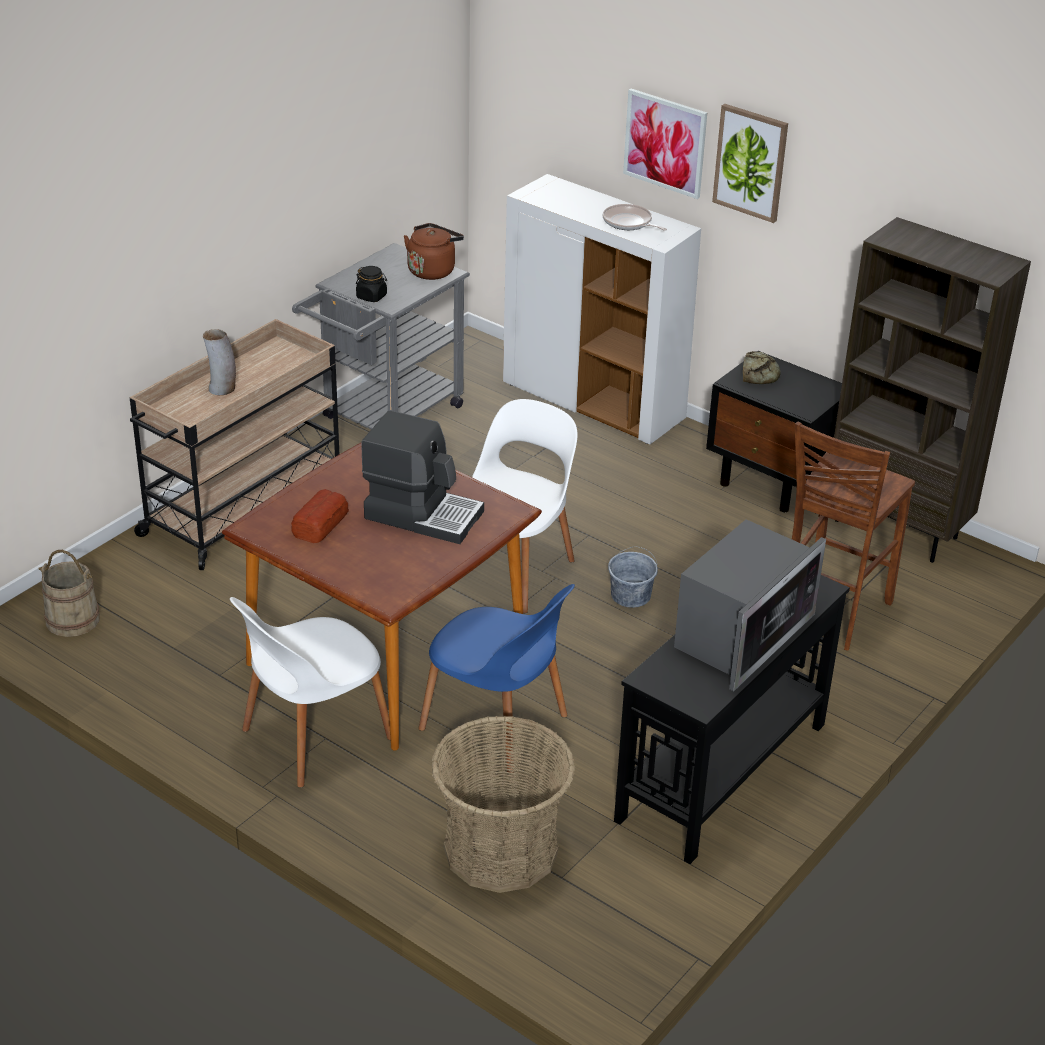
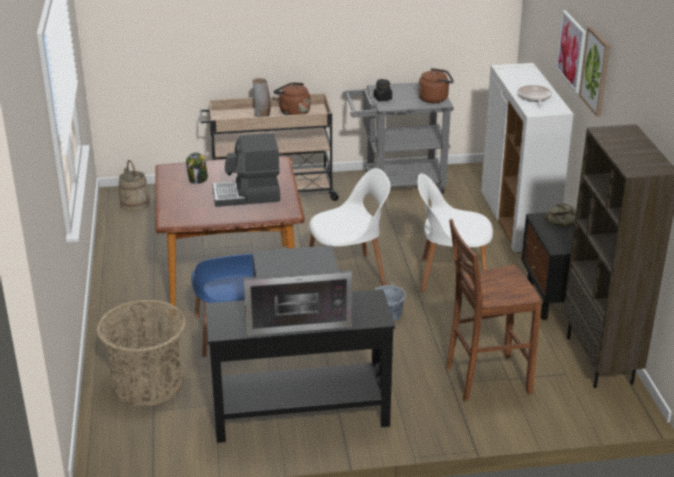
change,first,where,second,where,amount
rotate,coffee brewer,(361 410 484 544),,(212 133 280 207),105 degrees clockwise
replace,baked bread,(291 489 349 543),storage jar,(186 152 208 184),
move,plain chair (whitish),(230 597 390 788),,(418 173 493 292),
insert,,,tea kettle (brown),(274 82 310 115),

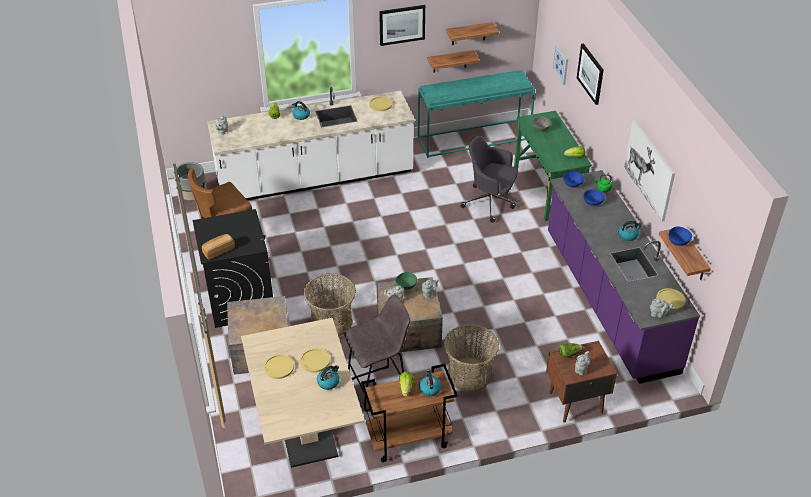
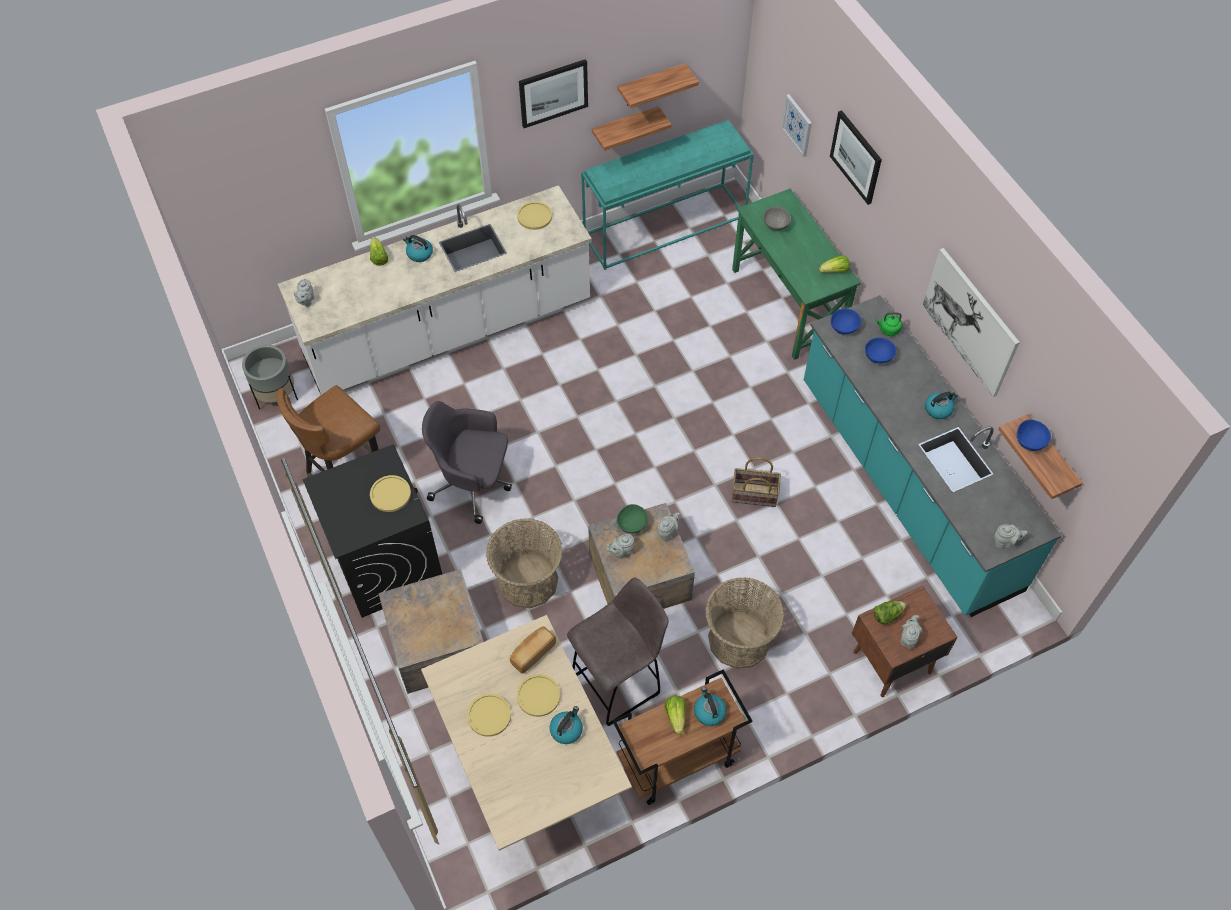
change,first,where,second,where,amount
move,desk chair (greyish),(460 136 518 223),,(422 401 512 524),
recolor,counter (purple),(548 170 700 384),counter (blue-green),(804 295 1062 617),
move,baked bread,(202 234 235 259),,(510 626 556 674),
move,plate (yellow),(656 288 686 311),,(370 475 411 512),
insert,,,household basket,(732 458 781 507),

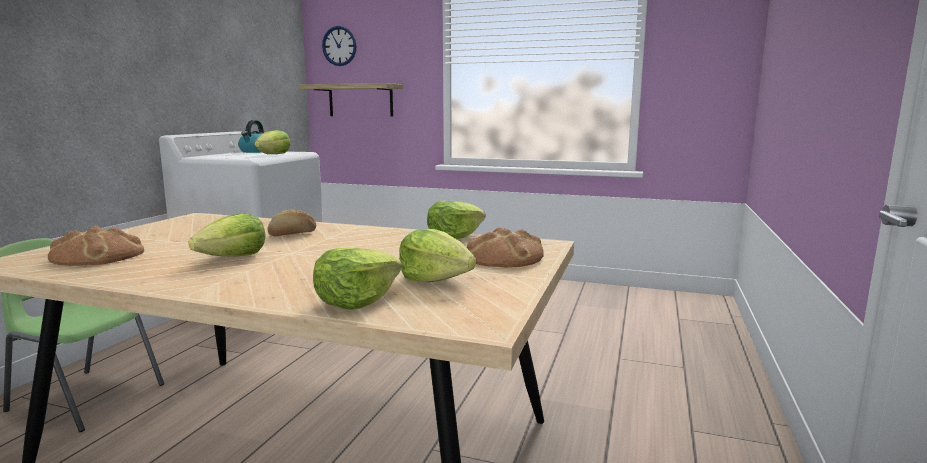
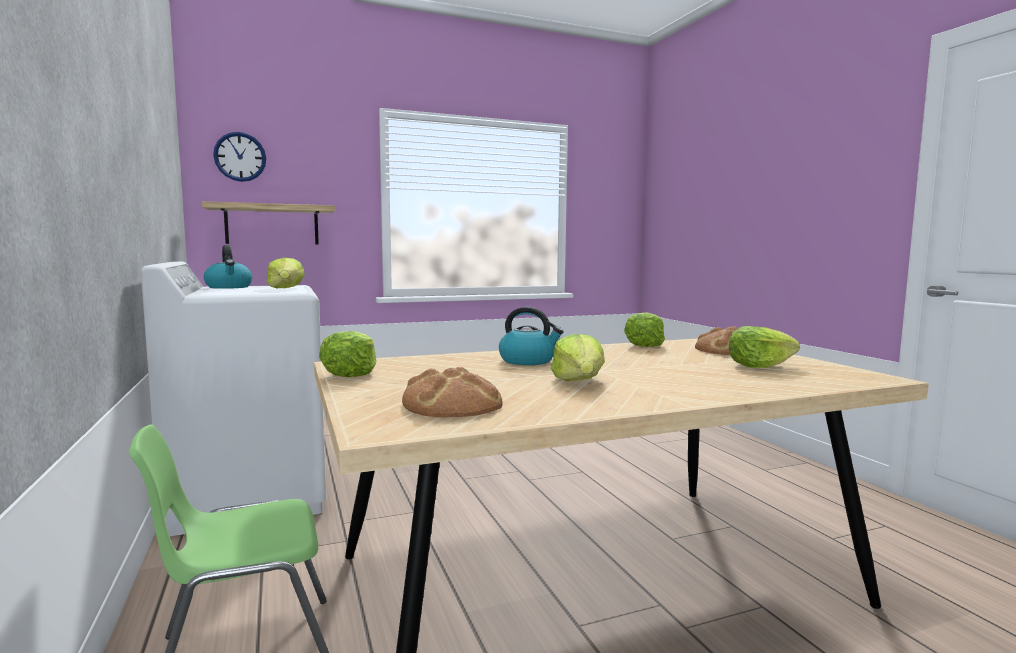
change,first,where,second,where,amount
replace,baked bread,(268 209 316 236),tea kettle,(499 307 564 365),
move,head of lettuce,(313 247 402 310),,(319 331 376 377),

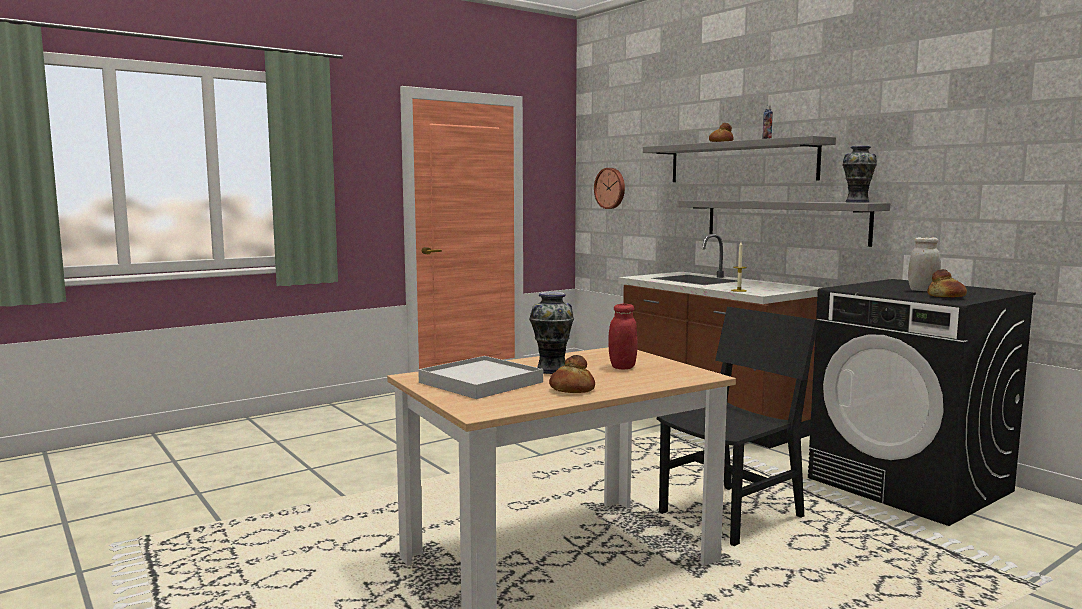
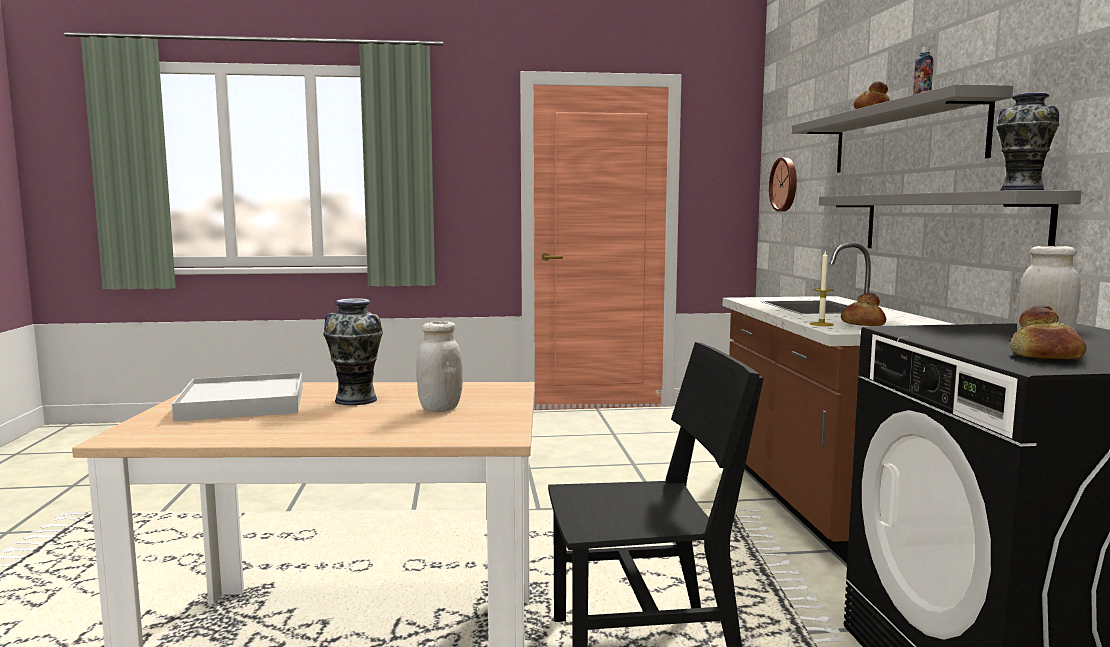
change,first,where,second,where,amount
recolor,storage jar (red-coloured),(609 304 638 369),storage jar (whitish),(416 321 463 412),
move,baked bread,(549 355 595 393),,(841 293 886 326),

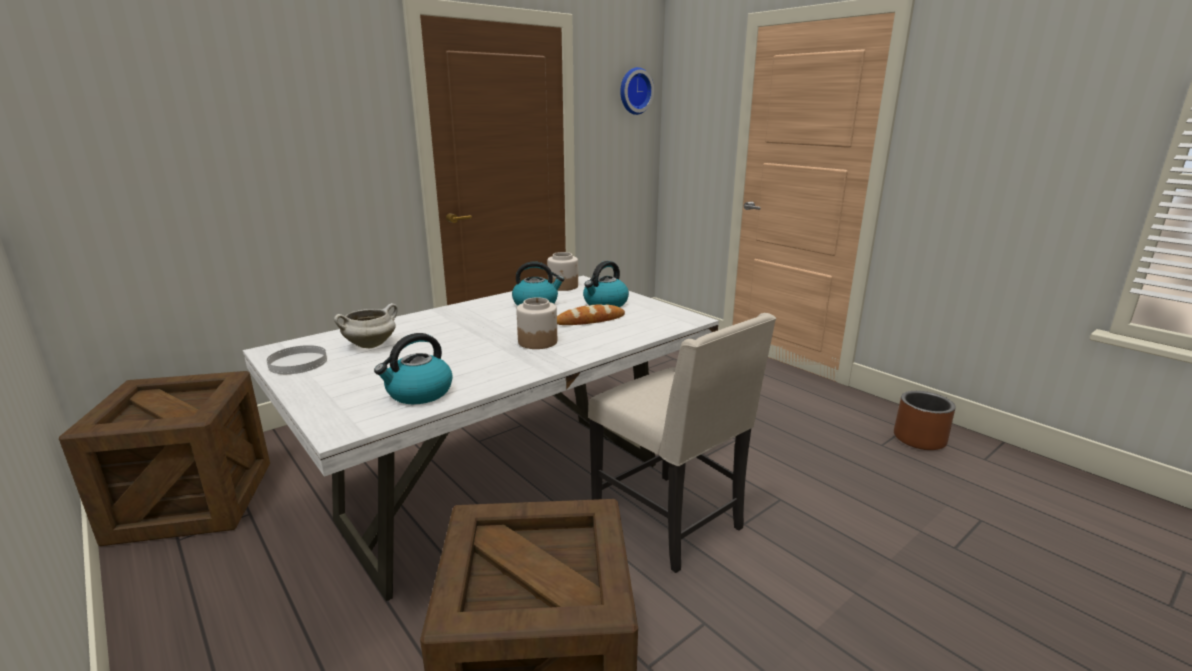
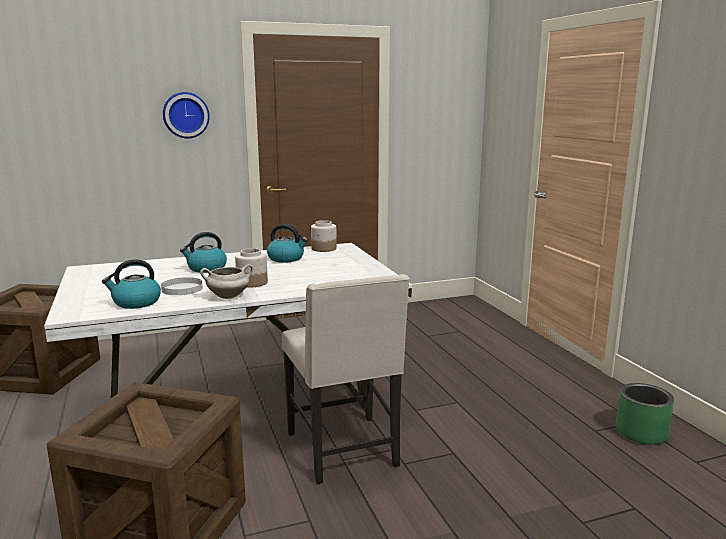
change,first,where,second,where,amount
move,hanging clock,(620 67 654 115),,(163 92 210 138),
move,tea kettle,(583 261 629 307),,(180 232 227 273),
move,cooking pot (whitish),(334 303 398 348),,(200 264 253 299),
delete,baked bread,(557 304 625 325),,,
move,plate (whitish),(267 345 327 374),,(161 277 203 295),
recolor,flower pot (brown),(894 391 956 450),flower pot (green-coloured),(616 383 674 445),

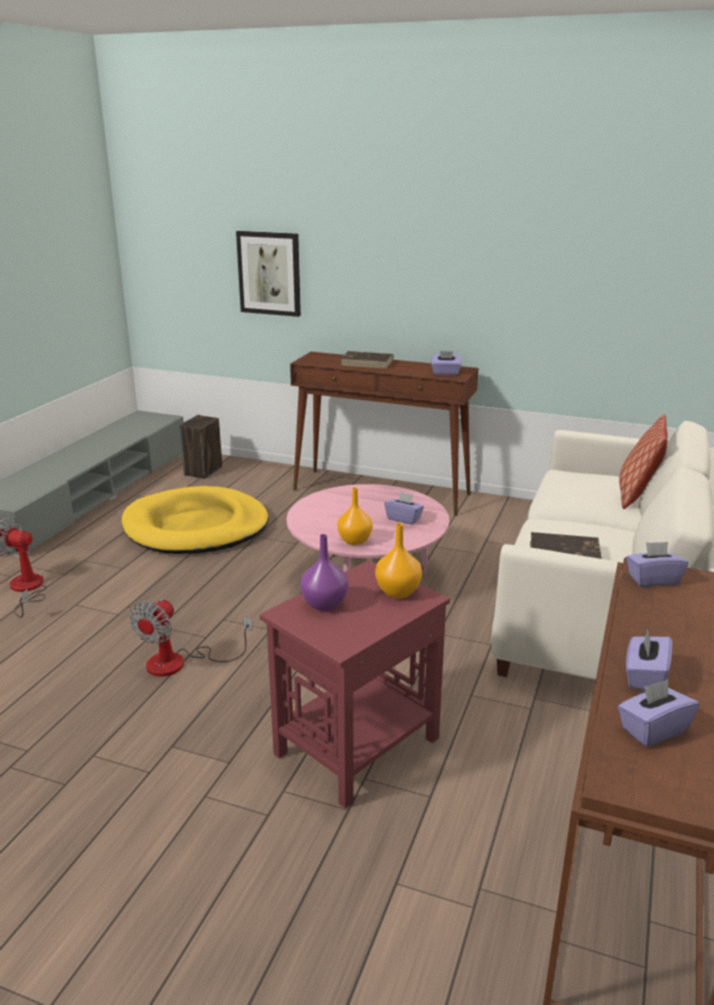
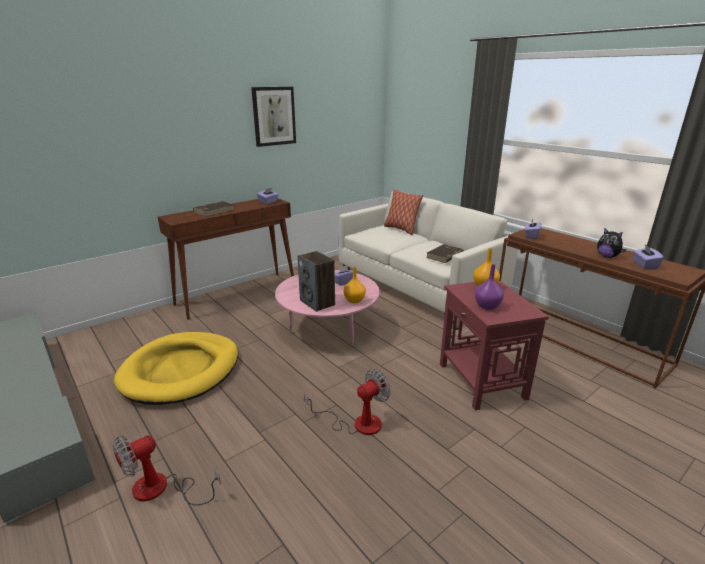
change,first,where,second,where,amount
move,wall art,(236 231 301 317),,(251 87 296 147),
move,loudspeaker,(179 415 222 479),,(298 251 335 312),
rotate,electric fan,(129 599 253 677),,(304 369 391 435),90 degrees counterclockwise
replace,tissue holder (purple),(626 628 672 691),soft toy,(597 228 626 258),

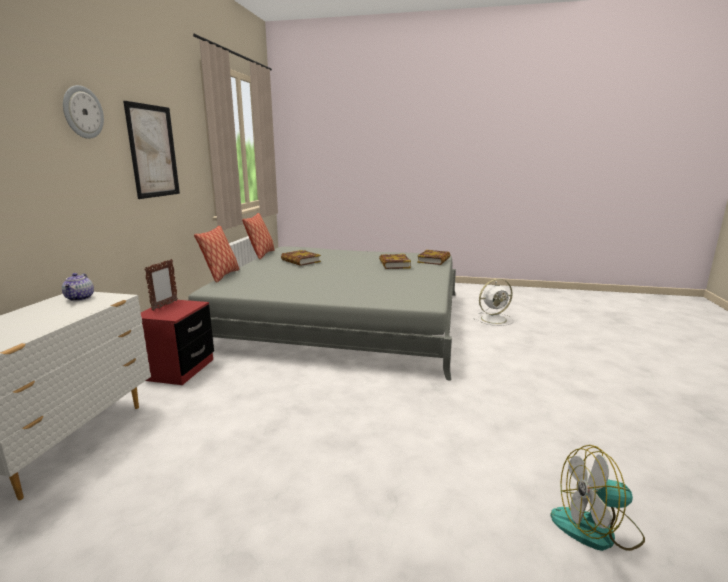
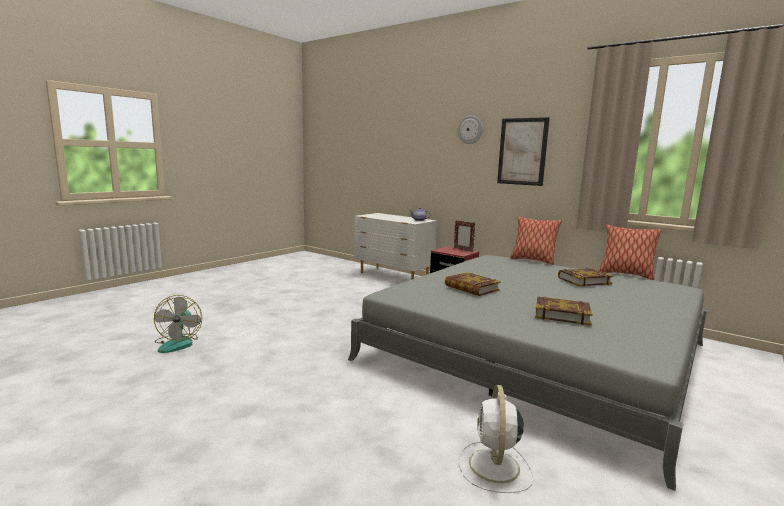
change,first,where,second,where,amount
move,bound book,(417 250 450 265),,(445 272 501 296),
rotate,electric fan,(550 445 645 551),,(154 295 202 353),150 degrees clockwise

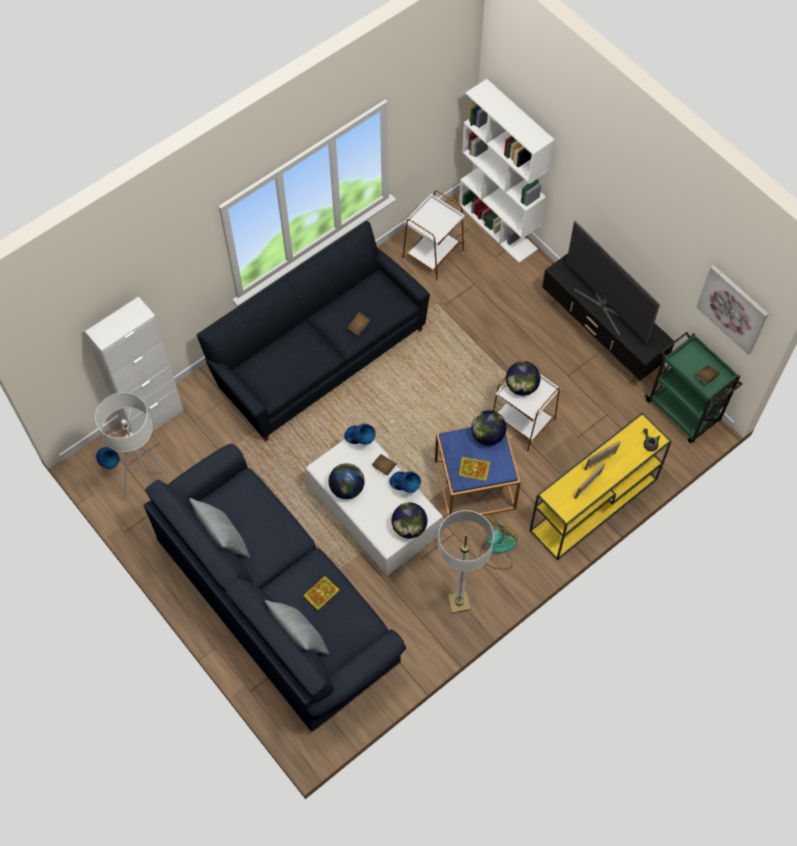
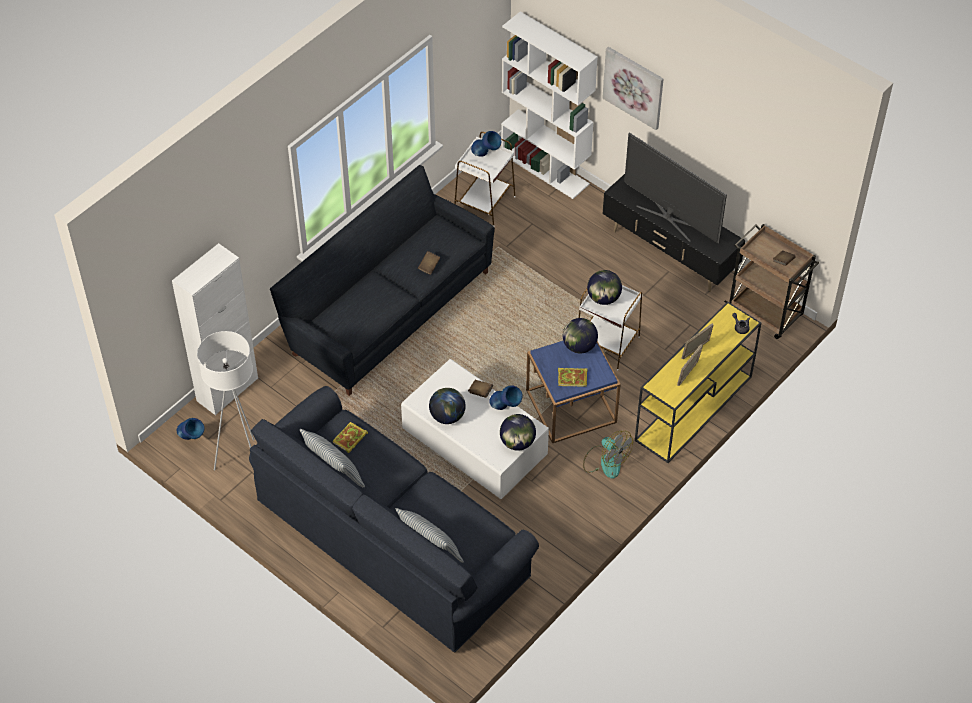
change,first,where,second,where,amount
move,wall art,(696 265 768 355),,(602 47 664 130),
recolor,trolley (green-coloured),(645 332 742 443),trolley (brown),(724 224 819 339),
move,decorative vase (blue-coloured),(344 424 376 444),,(471 131 501 157),
delete,standing lamp,(438 510 494 613),,,
rotate,electric fan,(479 515 518 570),,(583 431 633 479),105 degrees clockwise
move,bound book,(304 576 340 611),,(333 422 368 453),

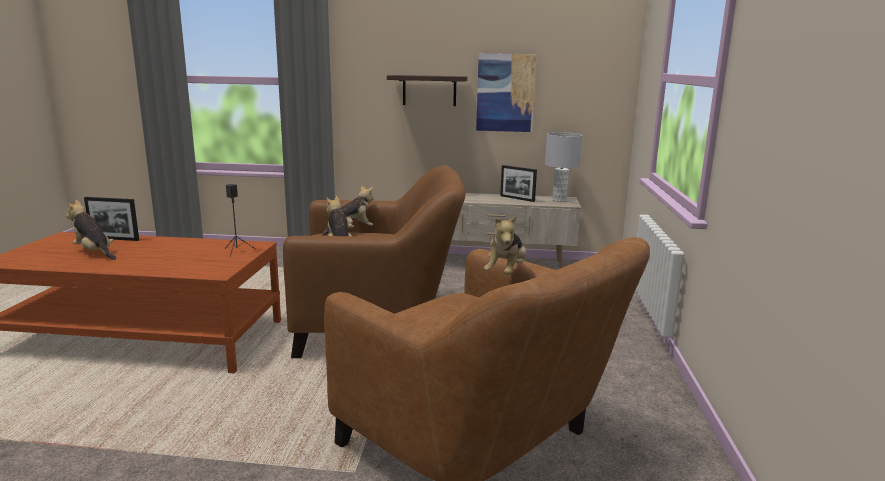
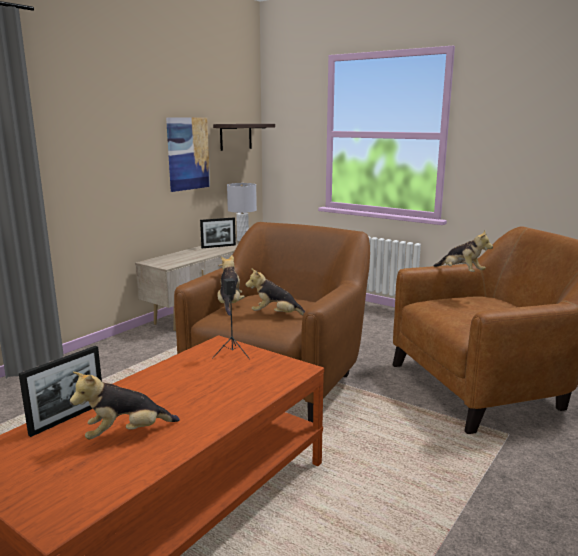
change,first,where,second,where,amount
move,wall shelf,(387 75 467 106),,(213 124 275 151),

